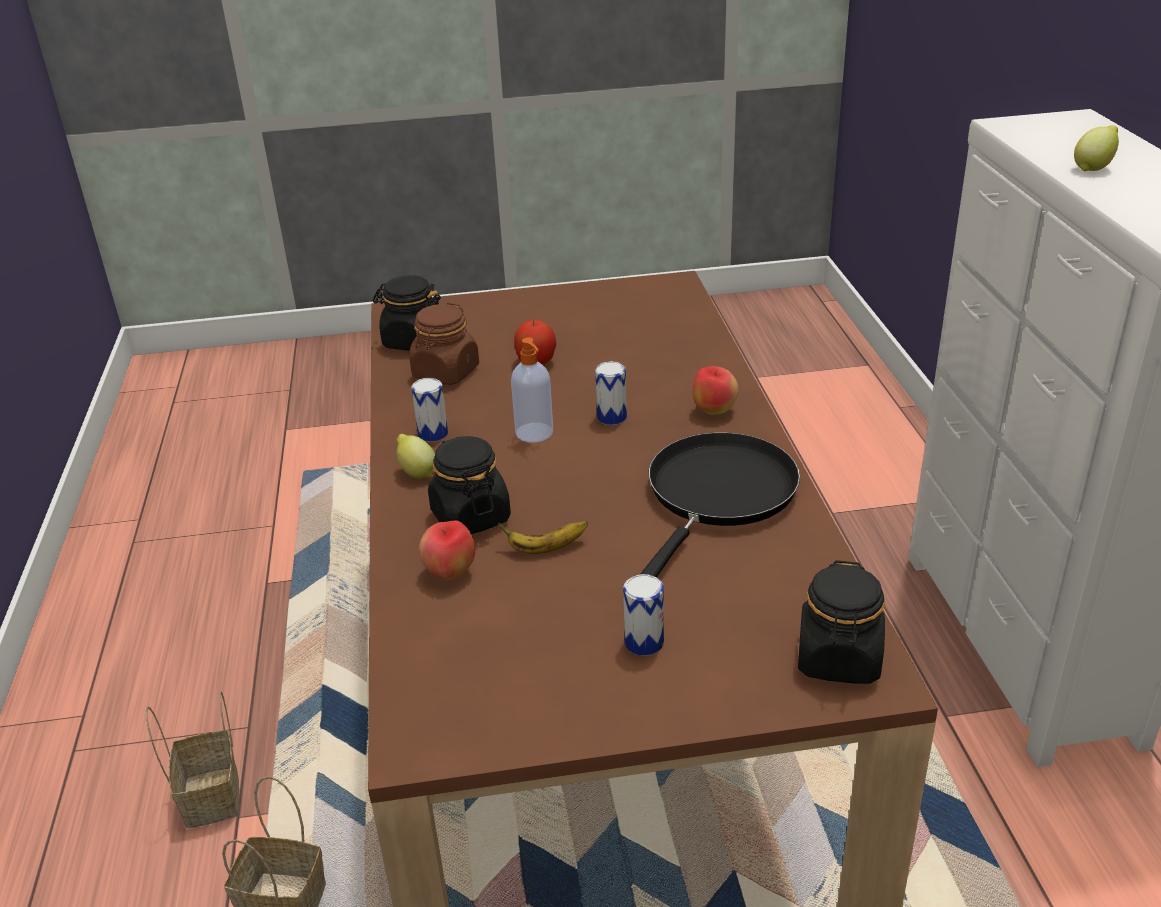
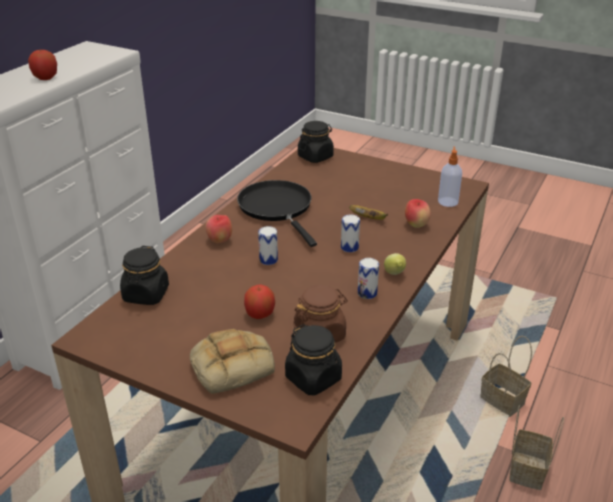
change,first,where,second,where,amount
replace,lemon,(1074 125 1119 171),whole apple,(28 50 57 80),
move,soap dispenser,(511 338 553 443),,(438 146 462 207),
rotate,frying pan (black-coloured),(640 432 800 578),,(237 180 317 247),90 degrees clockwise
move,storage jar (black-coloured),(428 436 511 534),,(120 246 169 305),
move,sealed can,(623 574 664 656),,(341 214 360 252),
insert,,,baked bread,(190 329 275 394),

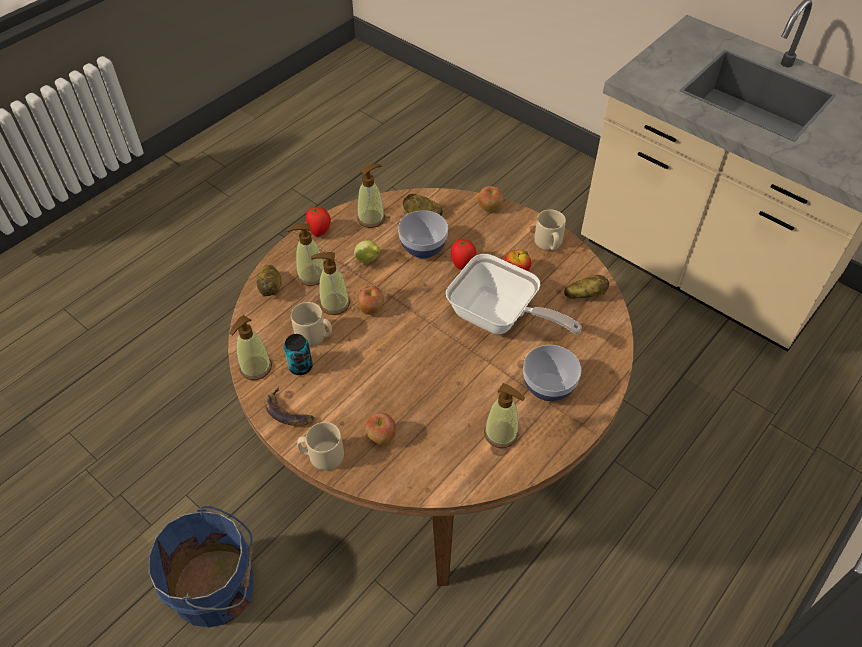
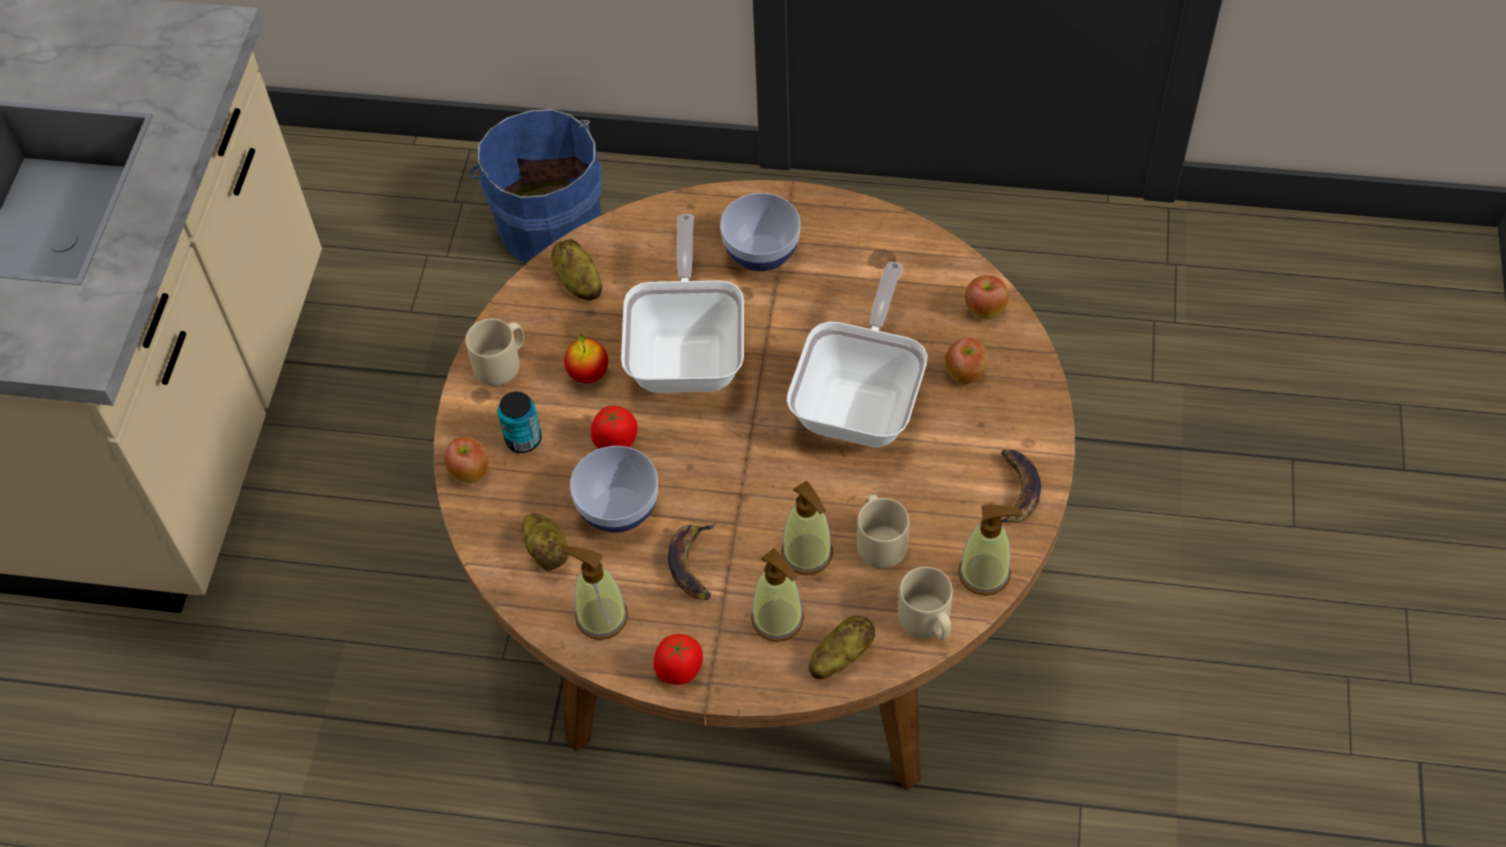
change,first,where,second,where,amount
replace,lemon,(354 240 380 264),banana,(668 523 716 600),
move,whole apple,(357 286 384 315),,(965 275 1009 319),
move,sealed can,(284 334 313 375),,(498 391 542 453),
delete,soap dispenser,(484 383 525 448),,,
move,coffee mug (beige-coloured),(297 422 344 470),,(898 567 953 640),
move,bucket (blue-coloured),(149 506 254 628),,(469 109 602 263),
insert,,,frying pan,(787 262 928 447),

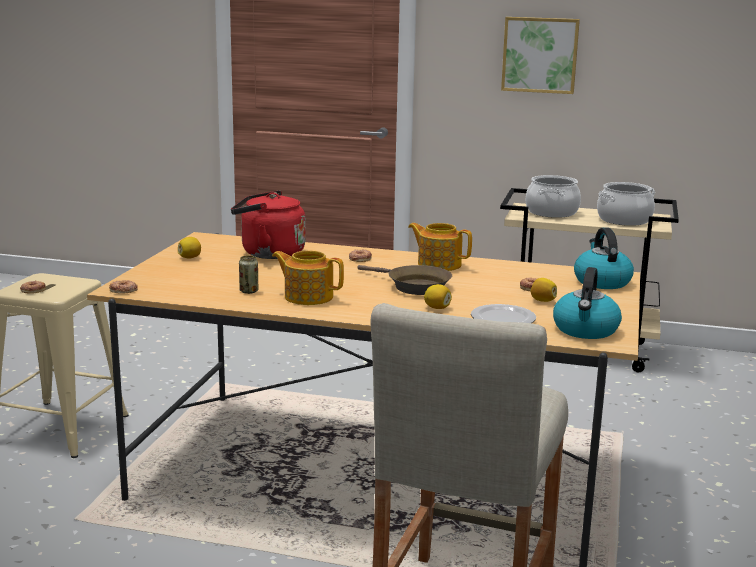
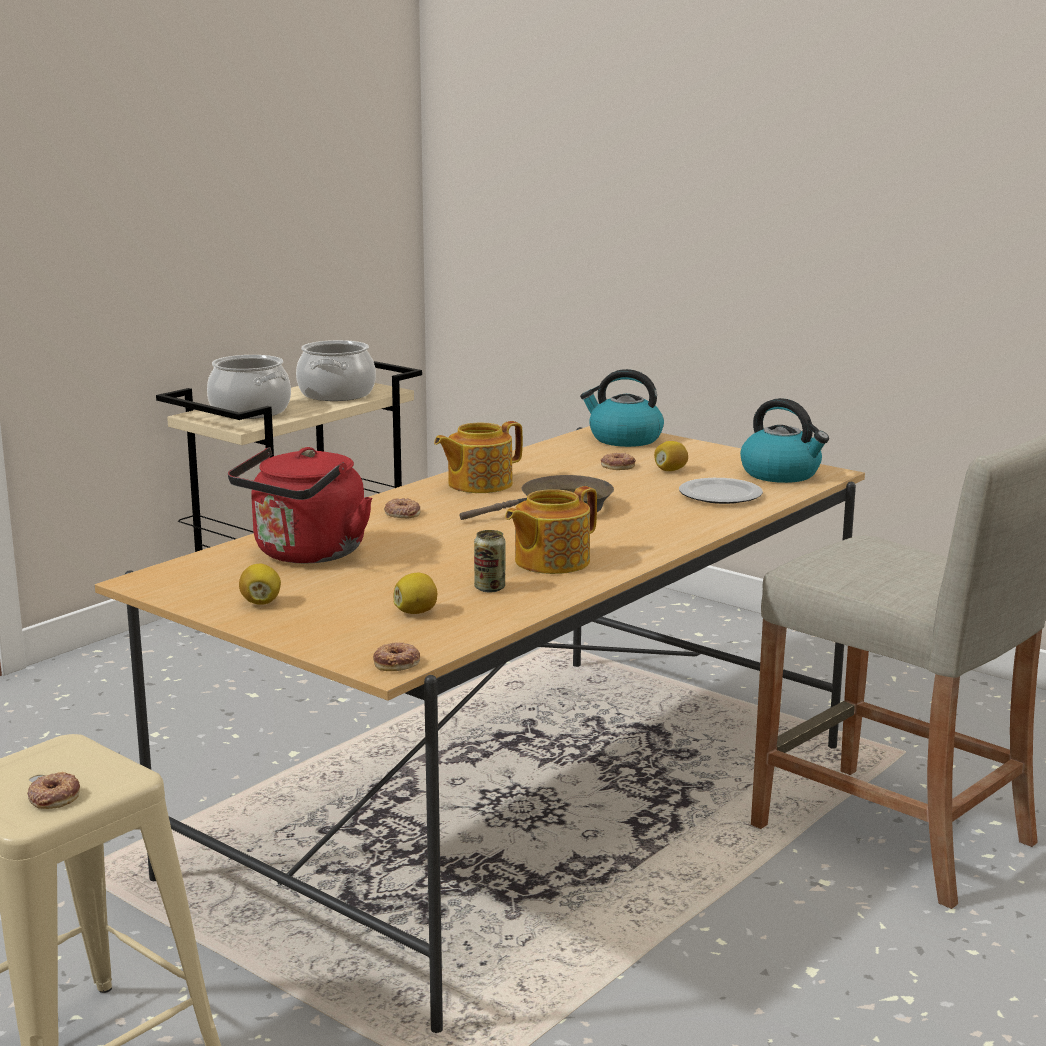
change,first,where,second,where,amount
delete,wall art,(501 17 580 94),,,
move,lemon,(424 284 452 309),,(394 573 437 614),

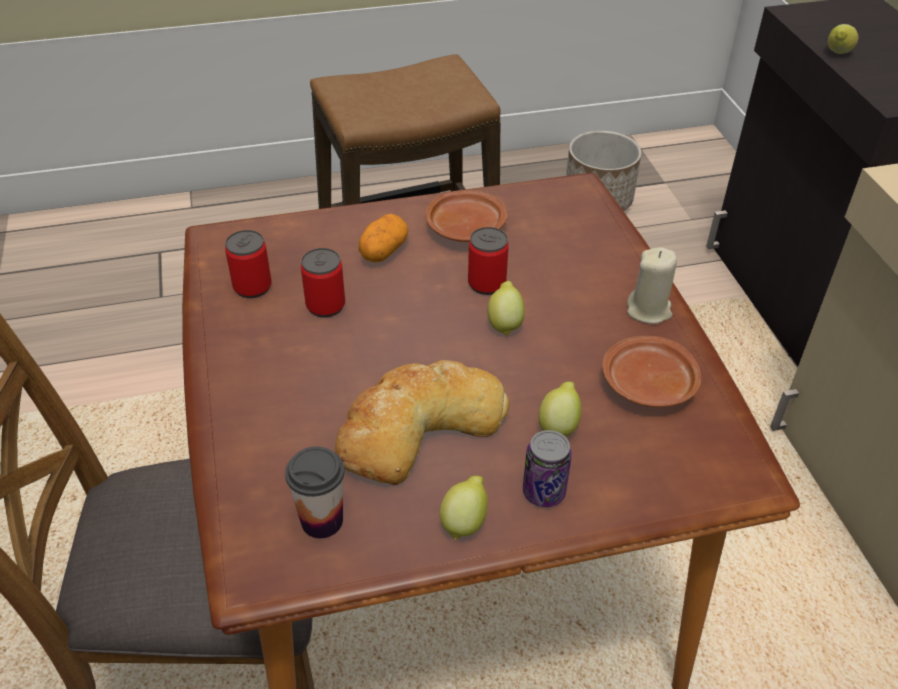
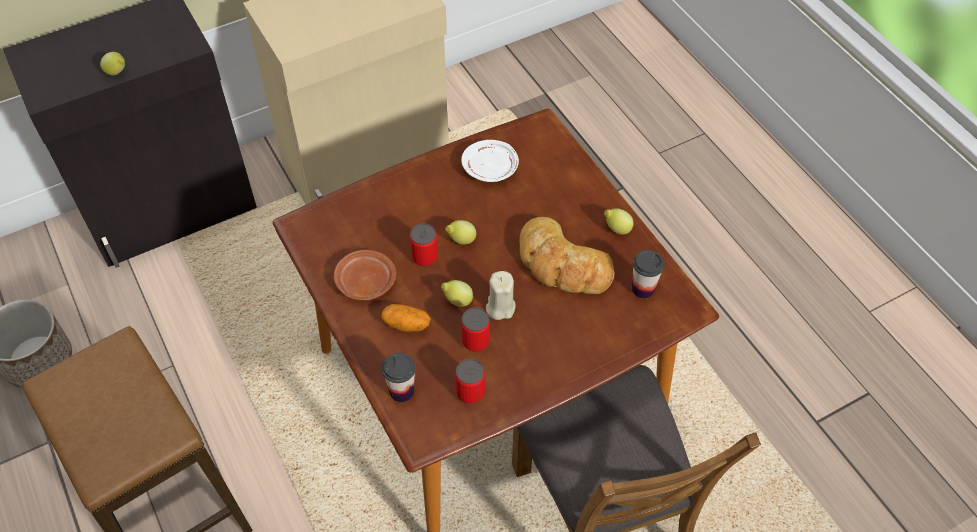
change,first,where,second,where,amount
move,wax candle (beige-coloured),(627 247 677 324),,(486 271 516 320),
recolor,plate (brown),(602 336 701 407),plate (whitish),(461 140 519 182),
move,lemon,(538 381 581 437),,(441 280 473 307),
delete,sealed can,(523 430 572 507),,,
insert,,,drinking cup,(382 353 416 402),

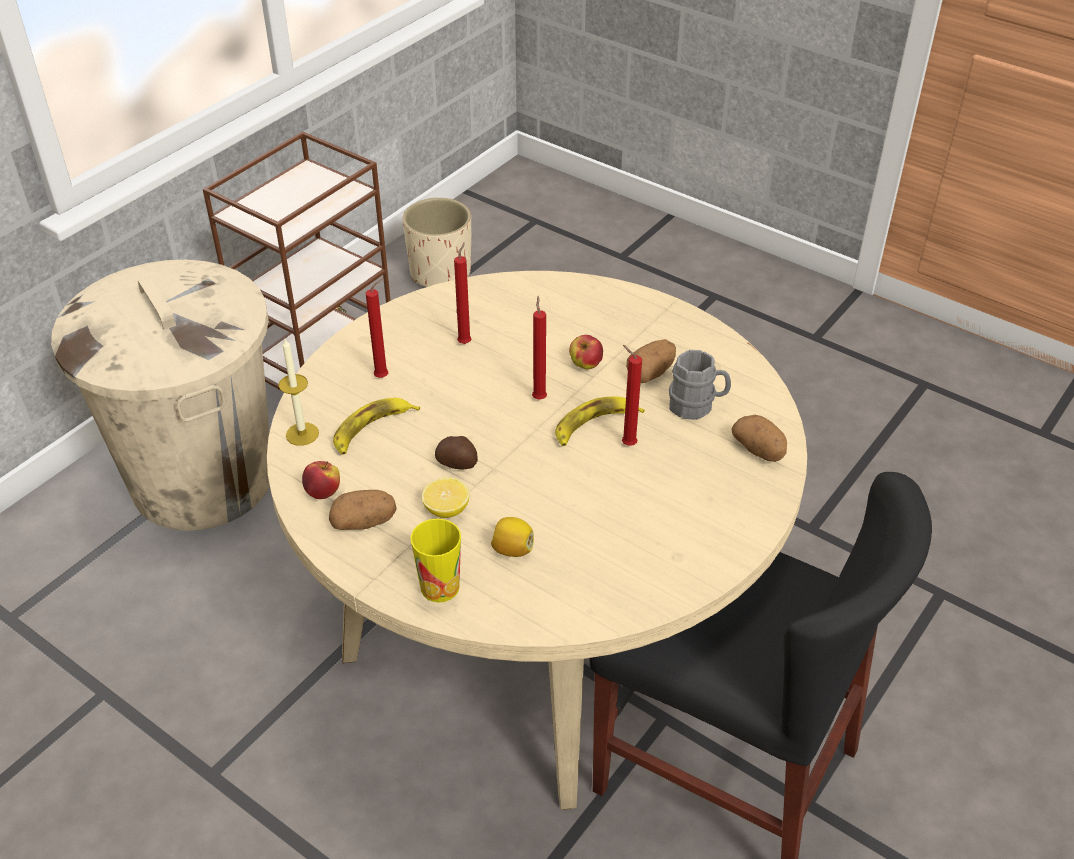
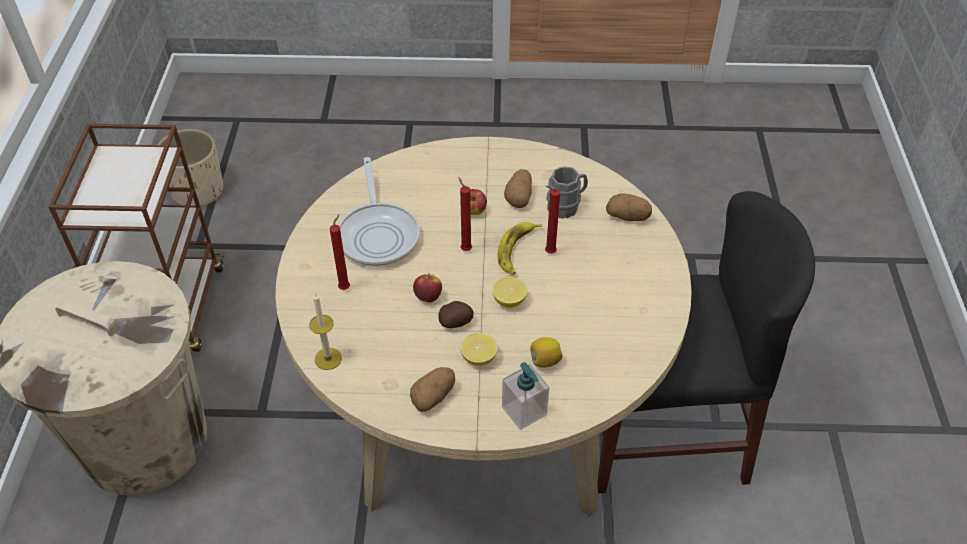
change,first,where,second,where,amount
replace,wax candle (red-coloured),(454 242 472 344),frying pan,(338 157 420 266),
delete,banana,(333 398 420 455),,,
move,whole apple,(302 461 340 499),,(413 273 442 302),
replace,drinking cup,(411 519 461 603),soap dispenser,(502 362 549 430),
insert,,,lemon,(492 277 528 308),

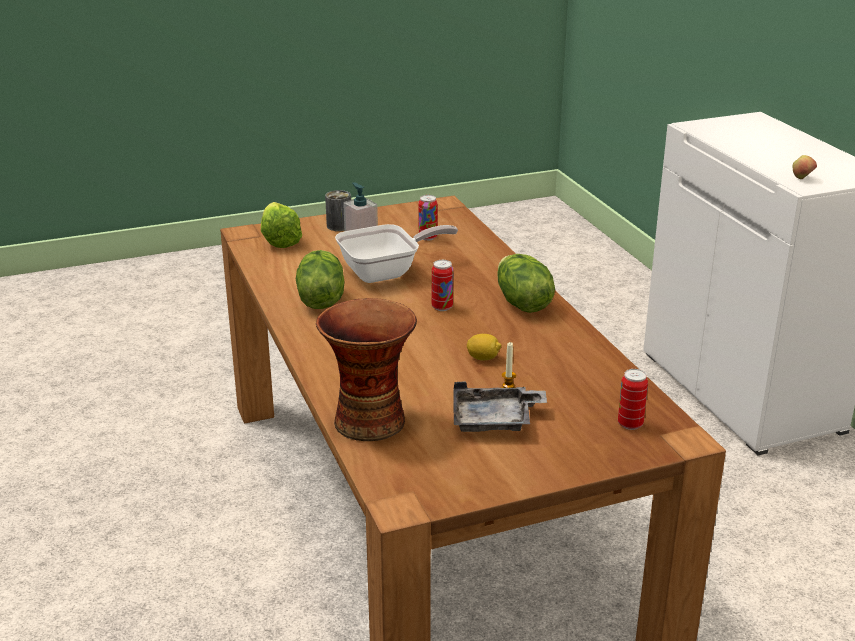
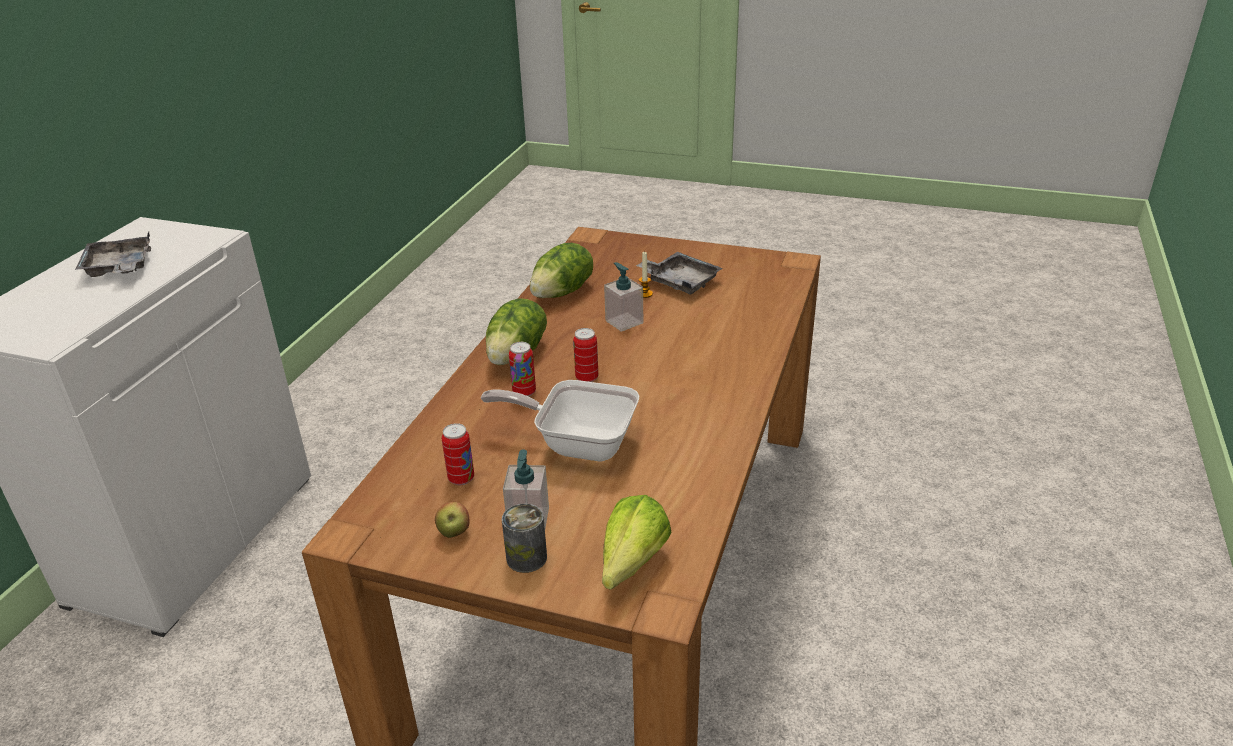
change,first,where,second,where,amount
move,whole apple,(793 155 817 179),,(435 502 470 538),
move,head of lettuce,(296 250 345 309),,(530 243 593 298),
delete,decorative vase,(316 298 417 441),,,
replace,lemon,(467 334 502 361),soap dispenser,(604 262 643 332),
move,sealed can,(618 369 648 430),,(509 342 536 397),
insert,,,tray (greyish),(75 232 151 277),

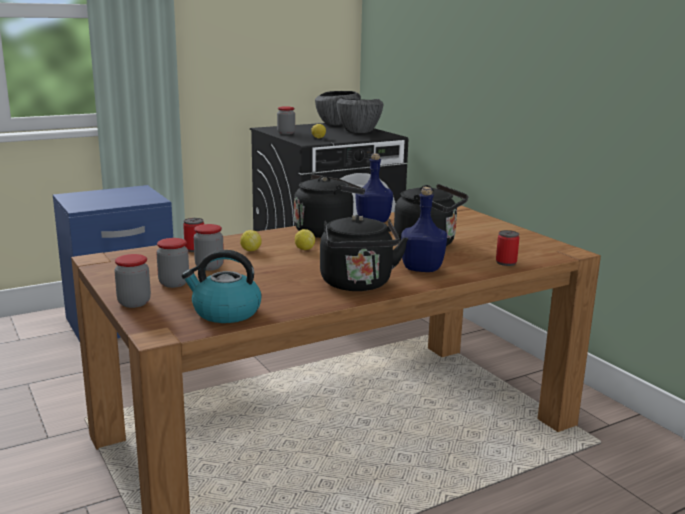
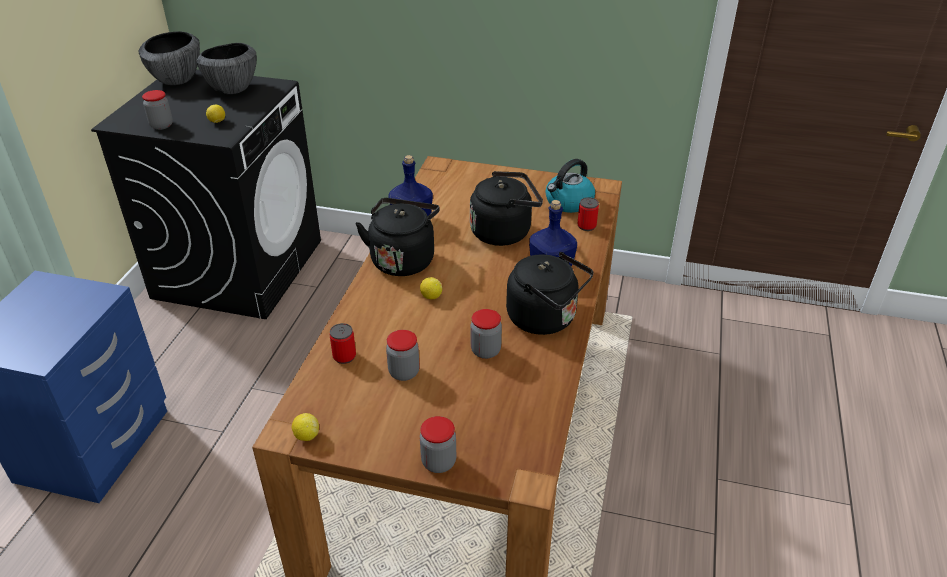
change,first,where,second,where,amount
move,lemon,(240 230 262 251),,(292 413 319 441),
move,storage jar,(156 238 189 288),,(471 309 502 359),
move,tea kettle,(181 250 262 323),,(545 159 595 213),

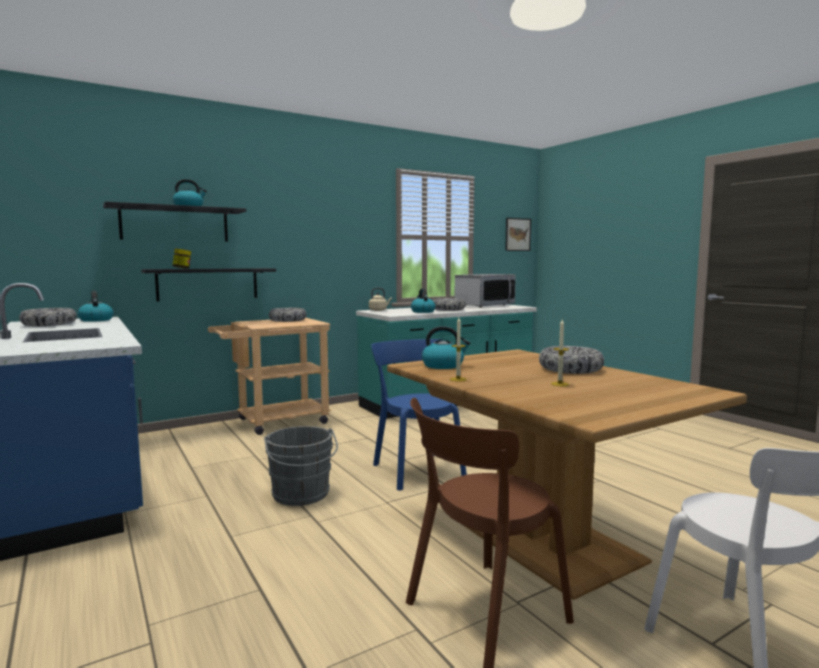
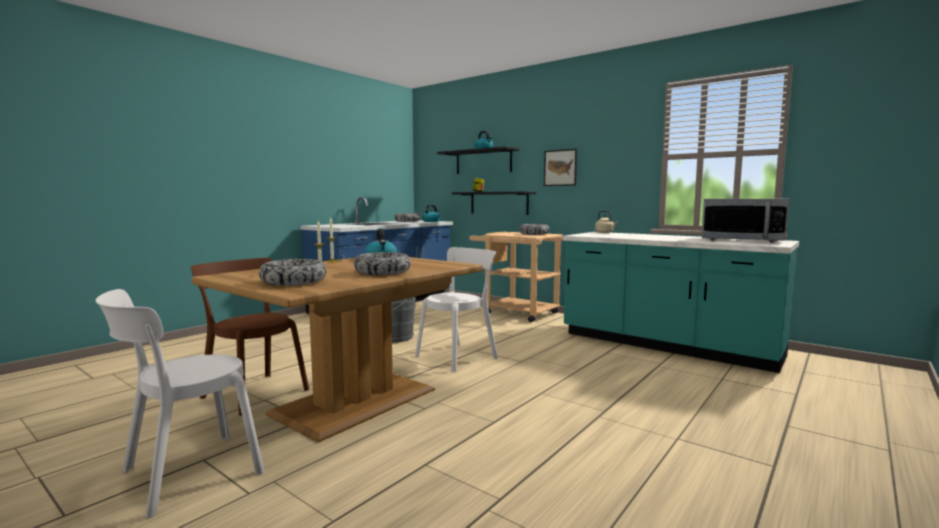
change,first,where,second,where,amount
move,wall art,(505 218 531 251),,(544 149 577 186),
delete,tea kettle,(411 288 435 313),,,
move,serving bowl,(433 298 466 311),,(259 259 326 286),
recolor,plain chair (blue-coloured),(371 339 467 491),plain chair (whitish),(415 247 498 372),

